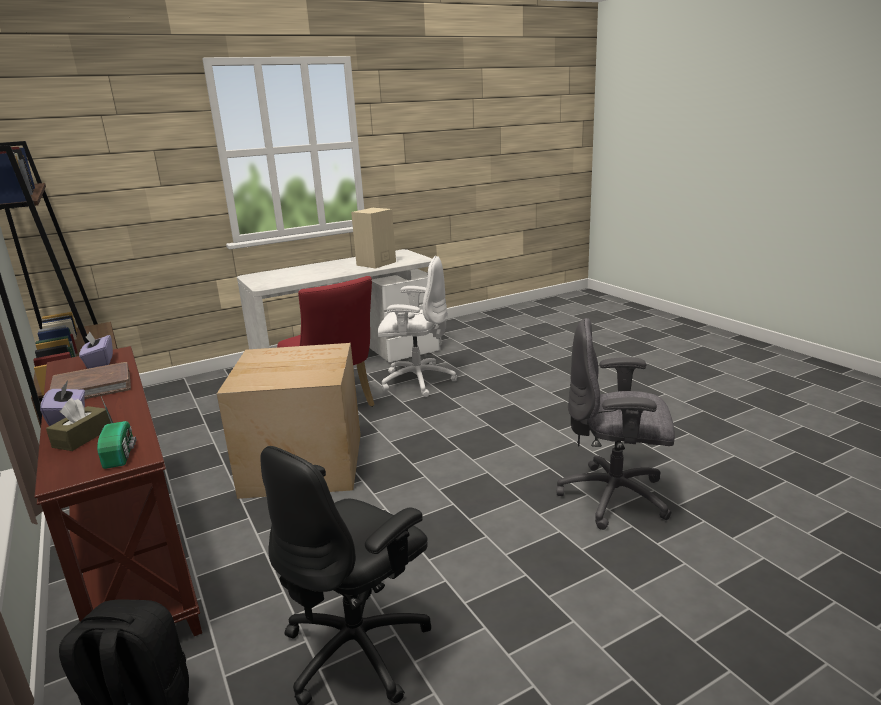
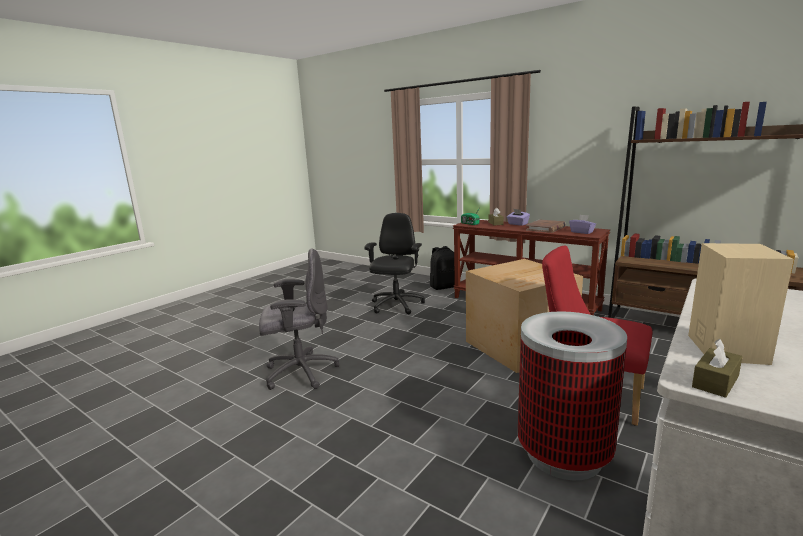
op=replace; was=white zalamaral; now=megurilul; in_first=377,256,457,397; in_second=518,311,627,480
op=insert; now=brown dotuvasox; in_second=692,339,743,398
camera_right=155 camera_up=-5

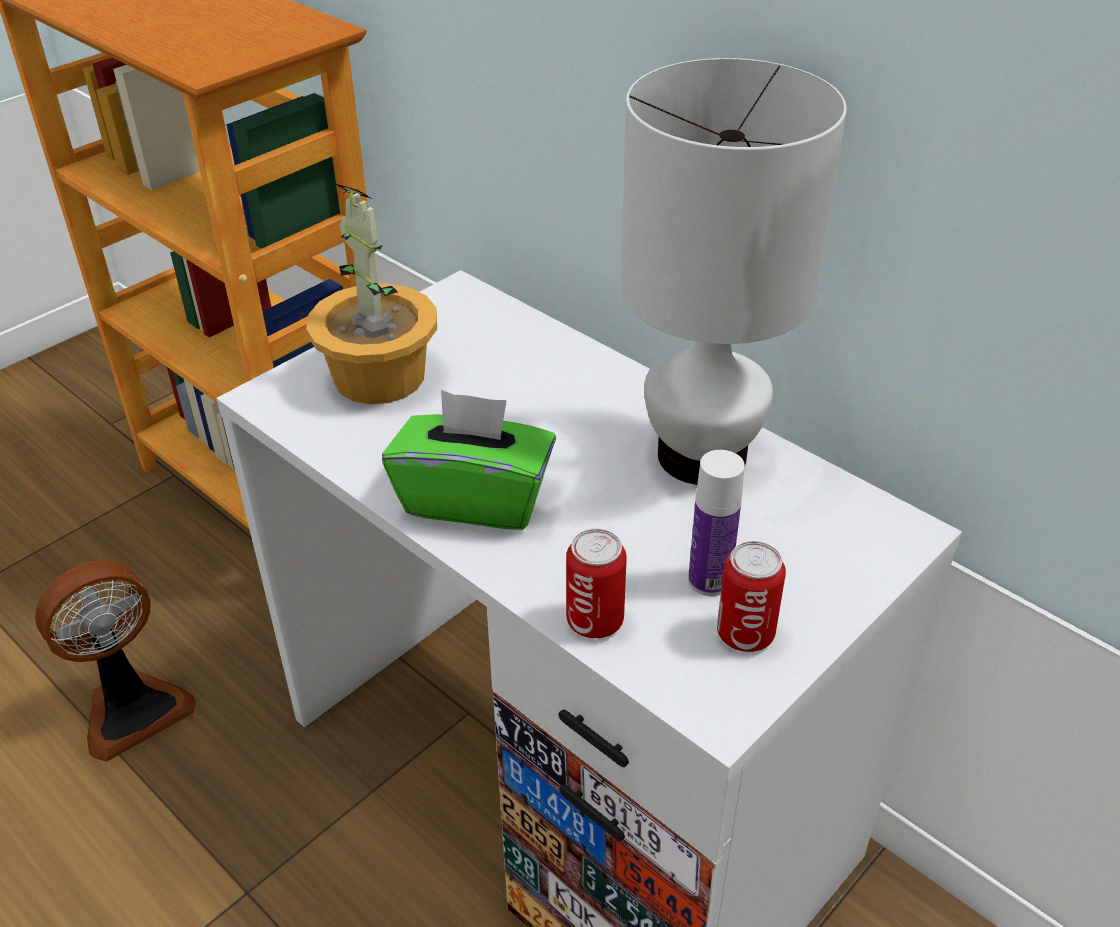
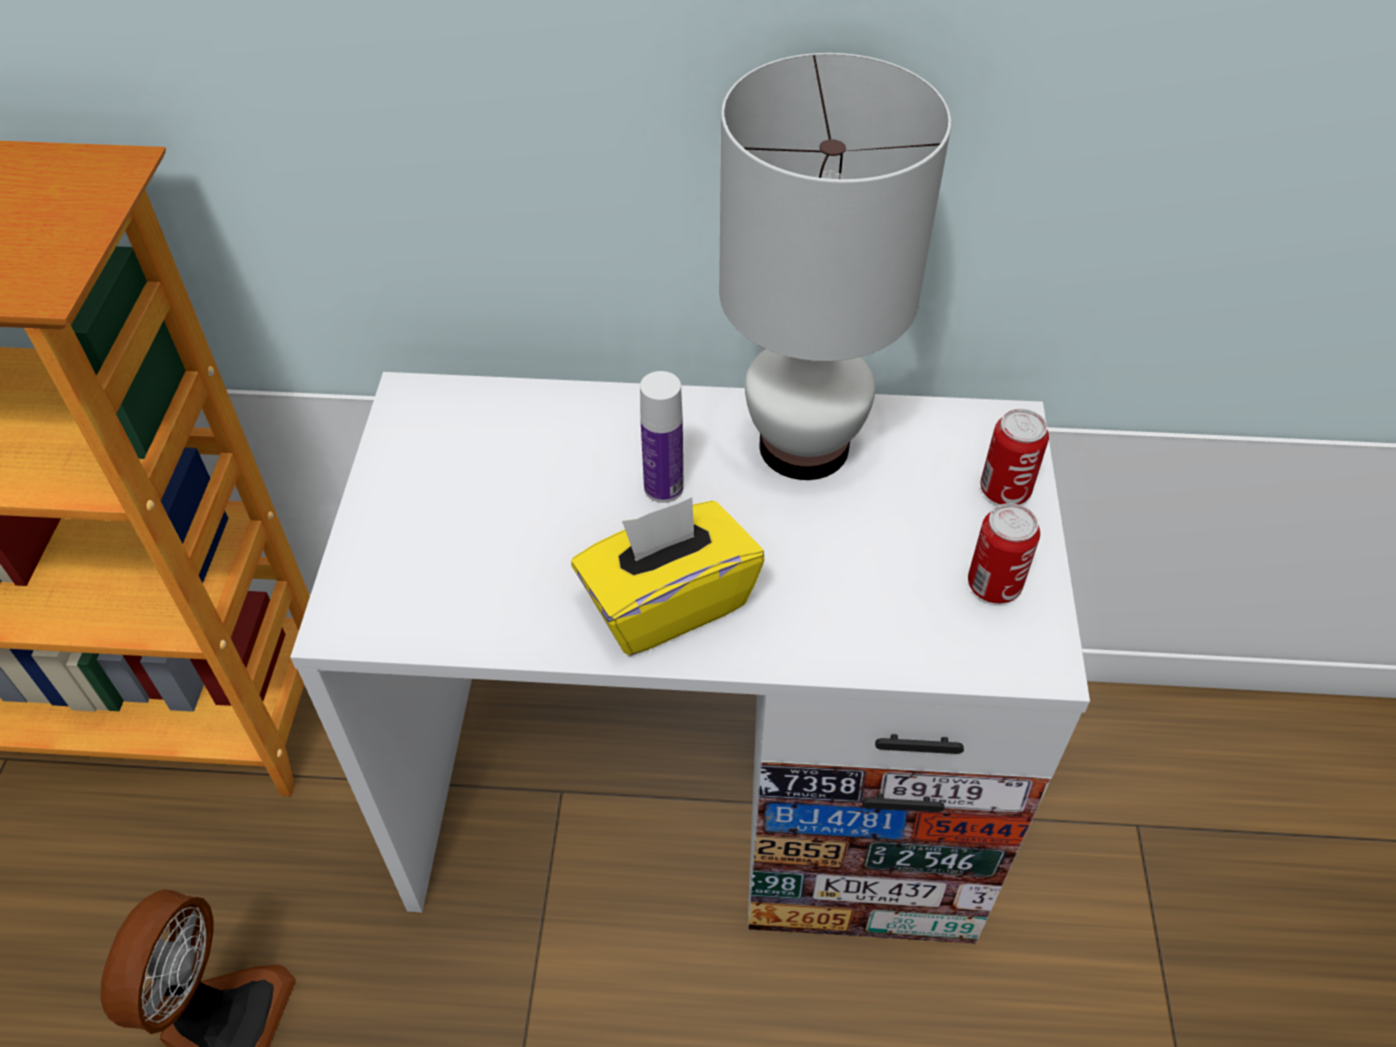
op=delete; was=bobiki; in_first=306,183,437,404
op=recolor; was=green dotuvasox; now=yellow dotuvasox; in_first=382,390,556,530; in_second=571,497,765,656
op=move; was=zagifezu; in_first=566,529,627,638; in_second=981,409,1049,505
op=move; was=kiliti; in_first=688,450,745,596; in_second=640,371,683,503
camera_right=-40 camera_up=10

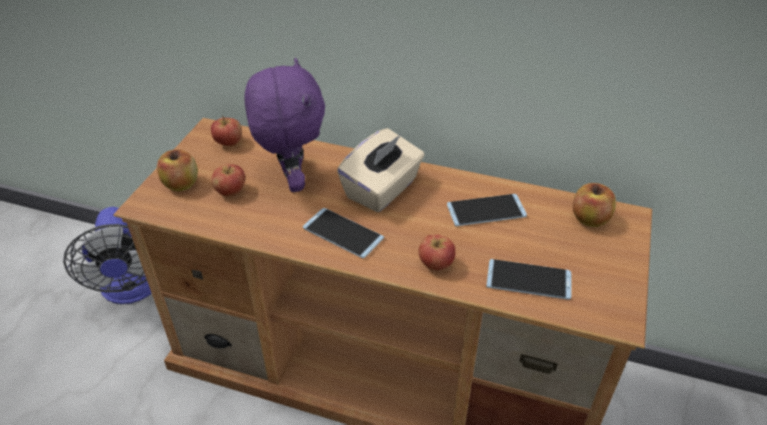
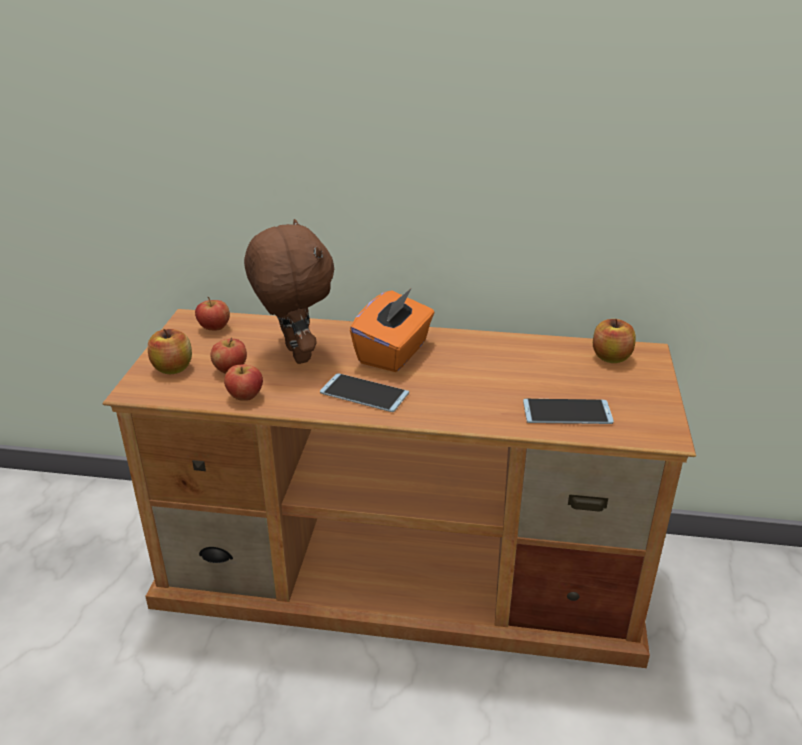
op=delete; was=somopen; in_first=63,207,152,304
op=recolor; was=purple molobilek; now=brown molobilek; in_first=245,58,325,192; in_second=244,219,334,364
op=recolor; was=beige dotuvasox; now=orange dotuvasox; in_first=337,128,425,212; in_second=350,289,434,372
op=move; was=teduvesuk; in_first=419,235,456,271; in_second=224,364,263,401
op=delete; was=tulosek; in_first=447,194,527,226
camera_right=-10 camera_up=-10

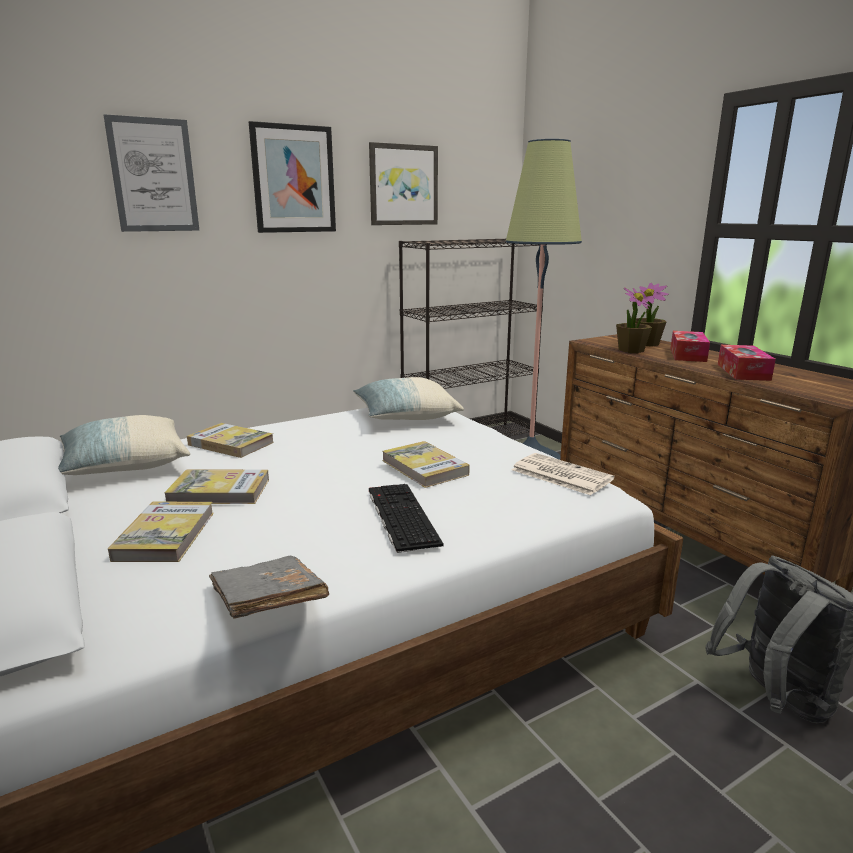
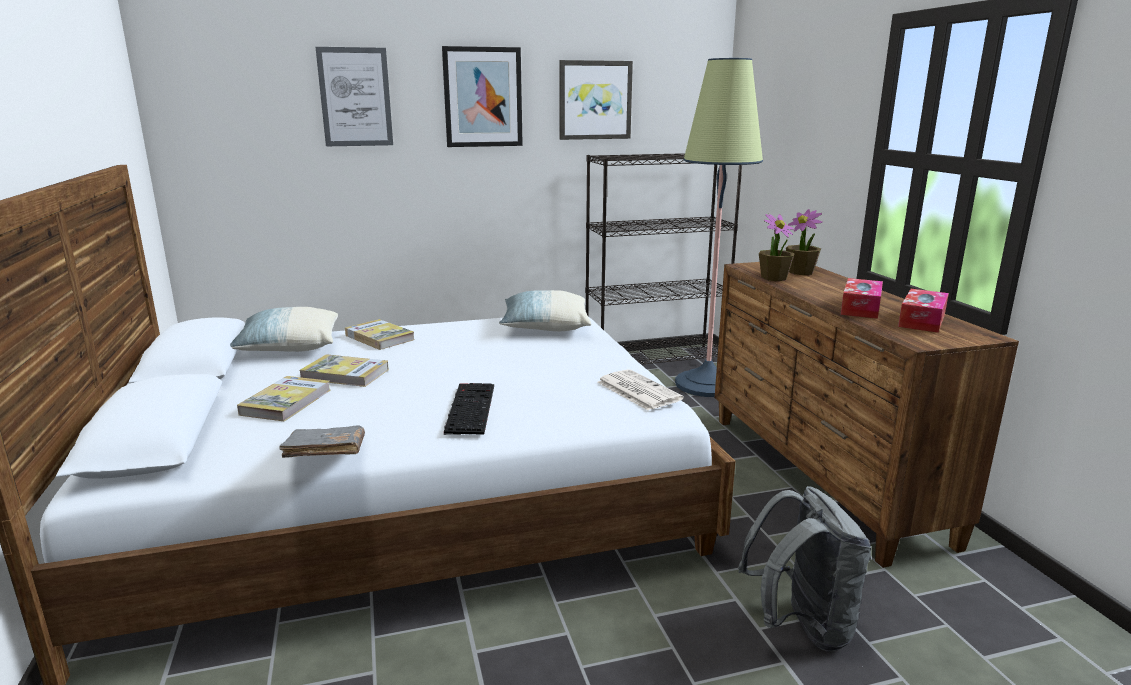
op=delete; was=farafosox; in_first=382,441,470,488
op=move; was=dotuvasox; in_first=670,331,710,362; in_second=898,289,949,333
camera_right=15 camera_up=0

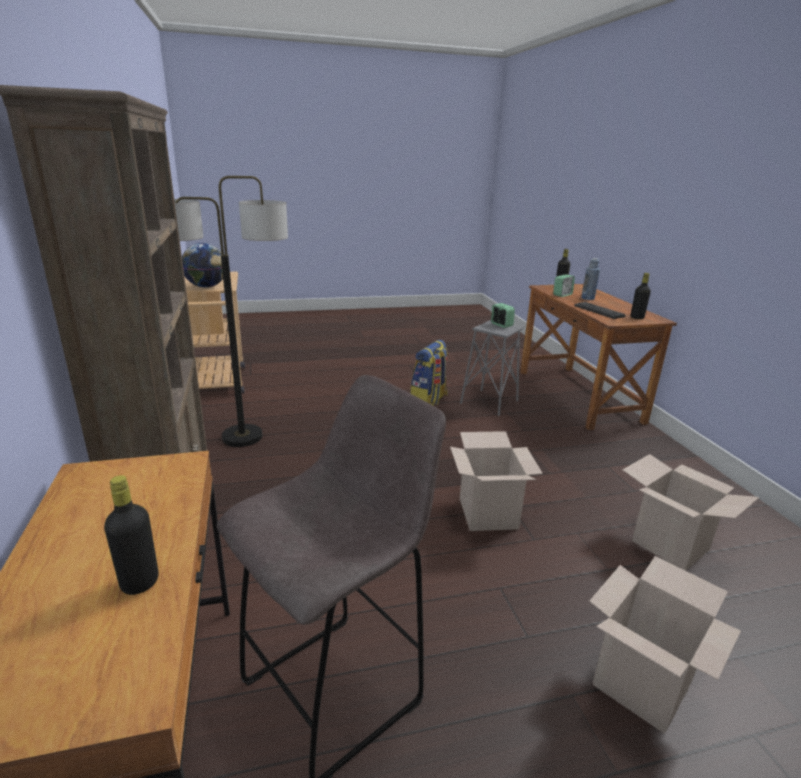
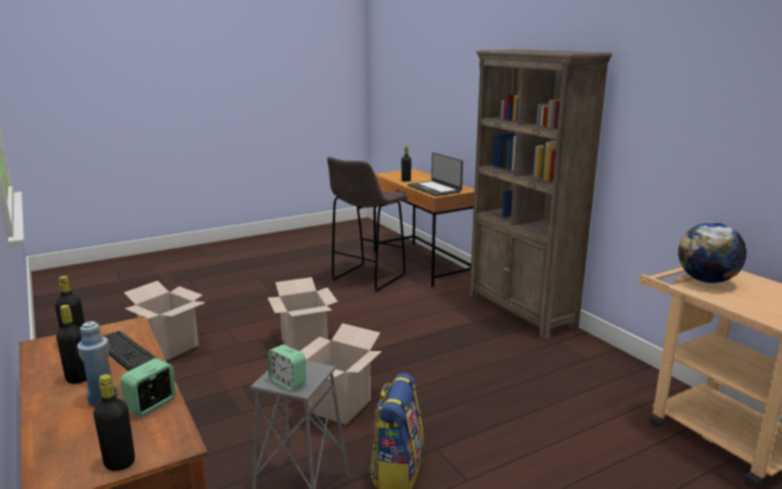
op=delete; was=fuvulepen; in_first=174,176,288,447
op=move; was=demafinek; in_first=589,556,741,733; in_second=299,323,382,425
op=insert; now=black kiliti; in_second=56,305,87,384
op=insert; now=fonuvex; in_second=408,152,463,196
camera_right=165 camera_up=-5

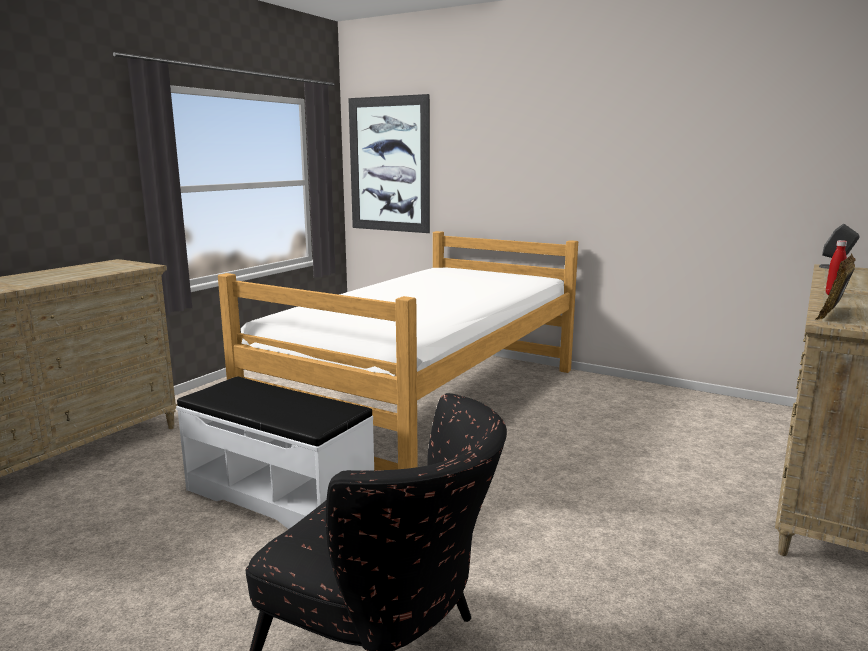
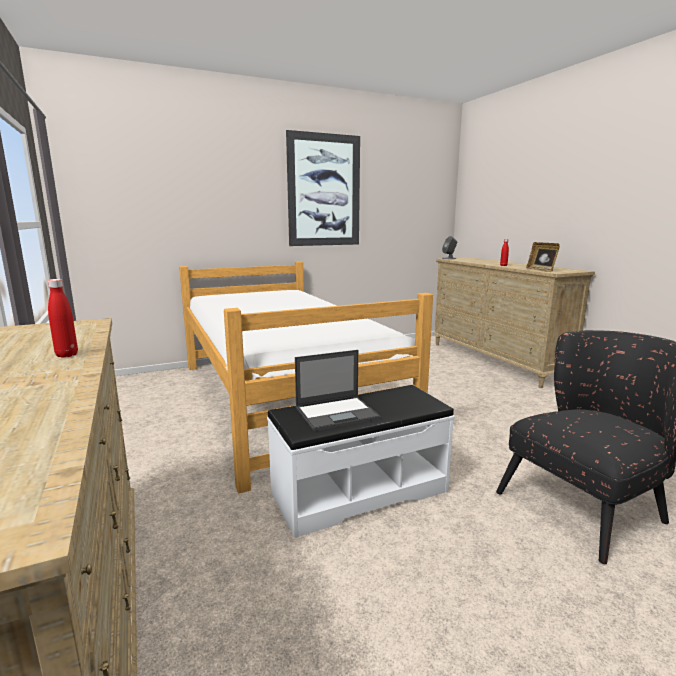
op=move; was=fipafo; in_first=348,94,430,233; in_second=286,130,360,246
op=insert; now=red kiliti; in_second=48,279,78,358
op=insert; now=fonuvex; in_second=295,350,380,431
camera_right=-55 camera_up=0

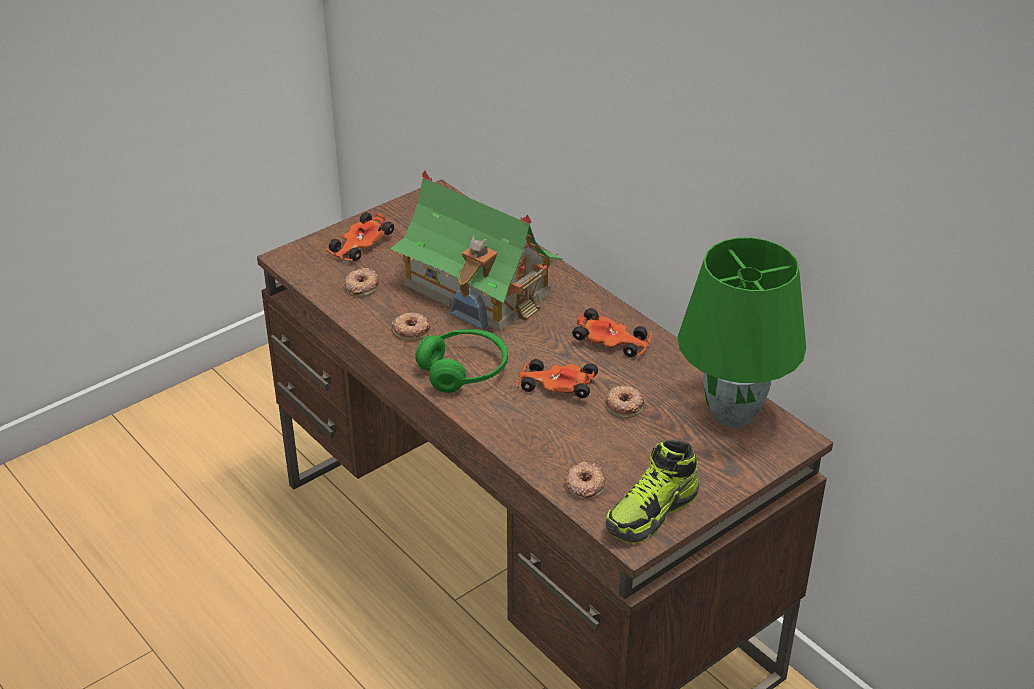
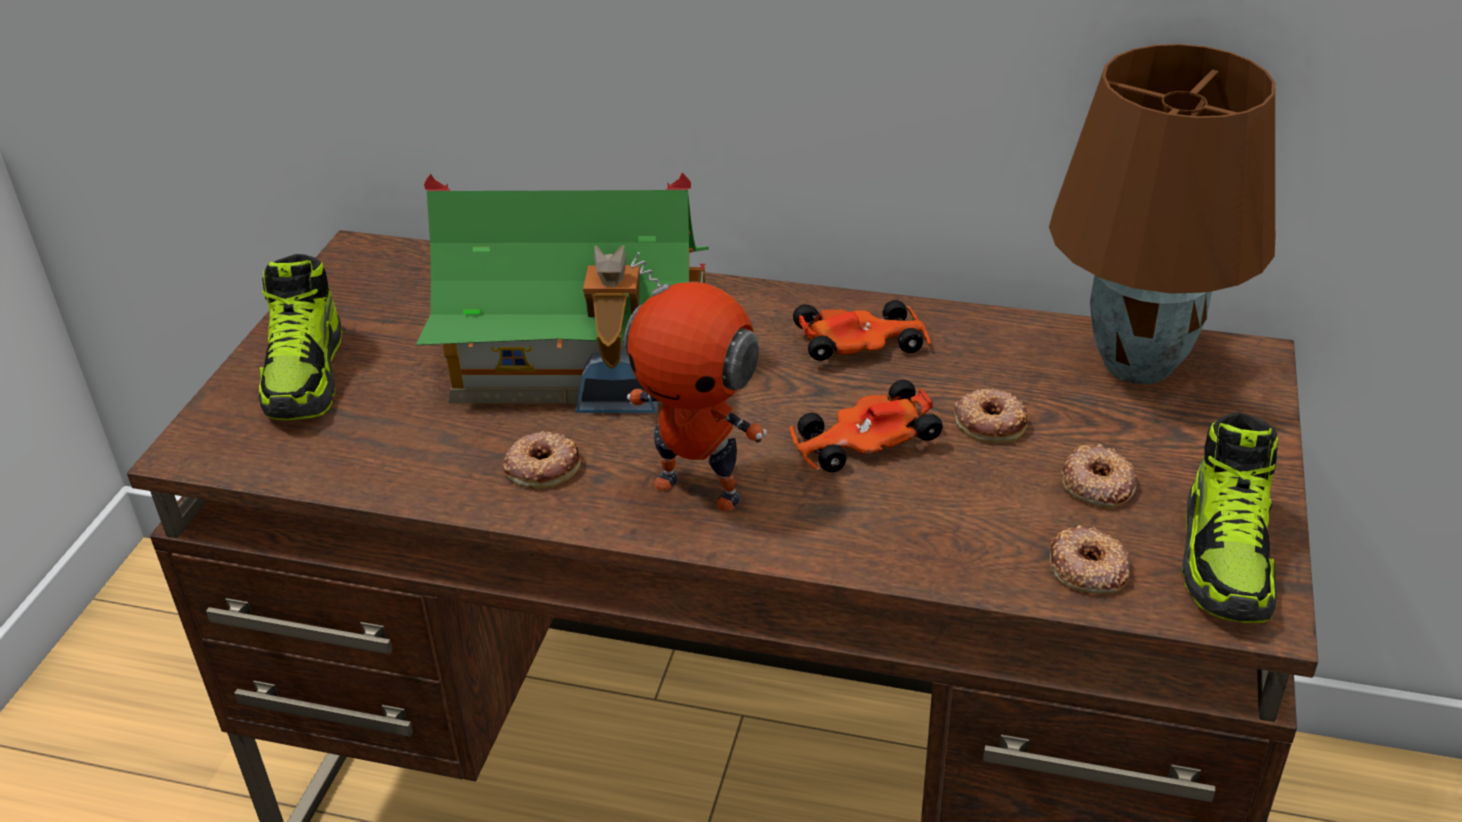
op=replace; was=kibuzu; now=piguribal; in_first=326,212,394,261; in_second=258,254,342,420
op=move; was=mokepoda; in_first=344,268,379,297; in_second=1061,444,1137,508
op=replace; was=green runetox; now=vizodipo; in_first=416,329,508,393; in_second=624,252,767,512
op=recolor; was=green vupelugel; now=brown vupelugel; in_first=678,237,806,427; in_second=1049,44,1275,384
camera_right=-35 camera_up=0

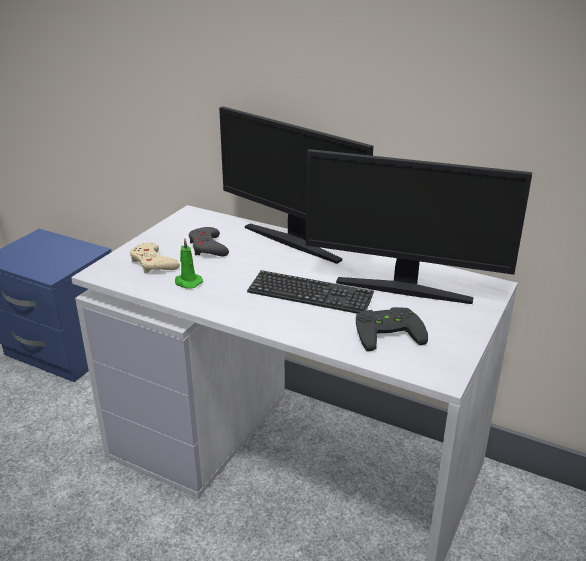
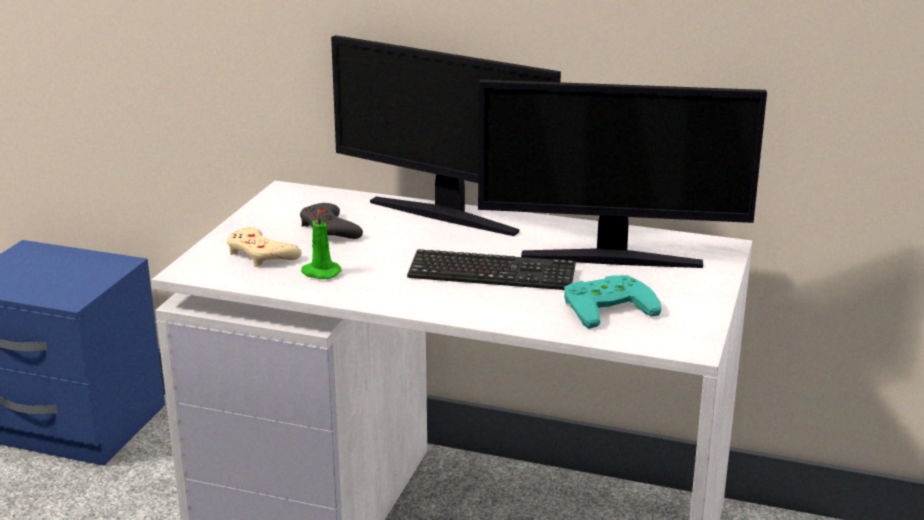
op=recolor; was=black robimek; now=turquoise robimek; in_first=356,307,428,351; in_second=564,275,661,329
camera_right=-10 camera_up=-5

